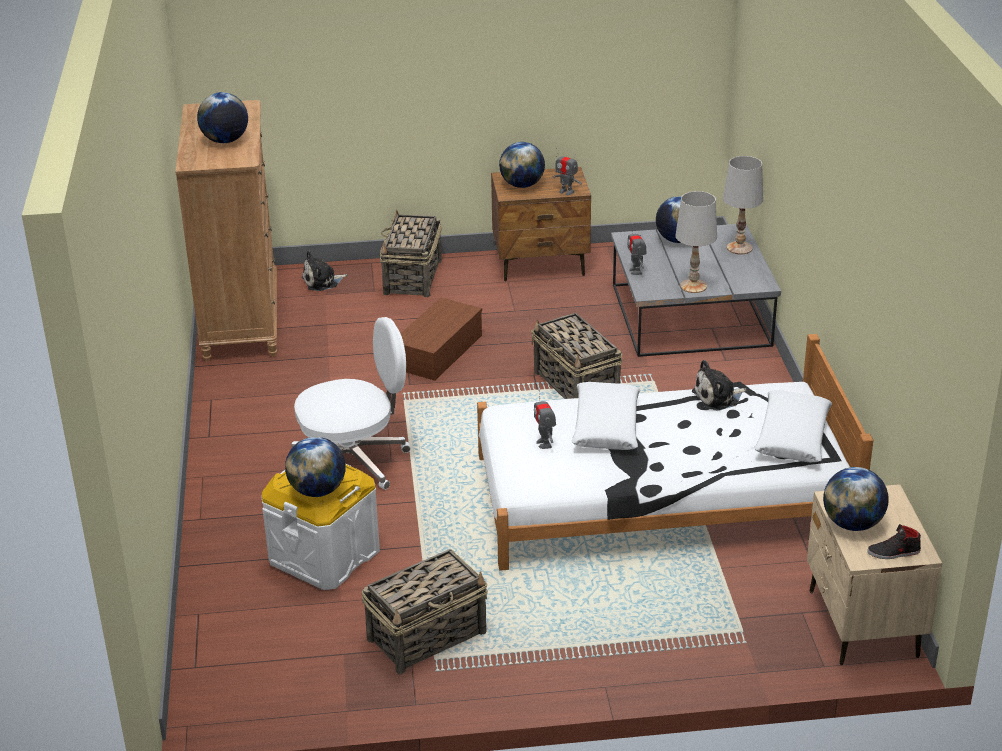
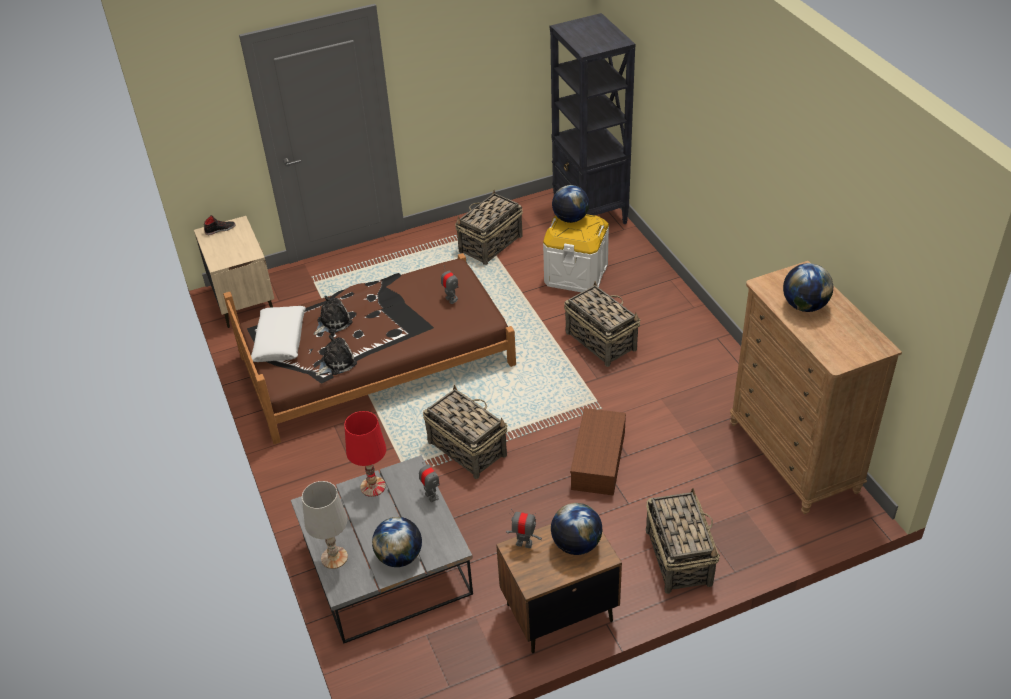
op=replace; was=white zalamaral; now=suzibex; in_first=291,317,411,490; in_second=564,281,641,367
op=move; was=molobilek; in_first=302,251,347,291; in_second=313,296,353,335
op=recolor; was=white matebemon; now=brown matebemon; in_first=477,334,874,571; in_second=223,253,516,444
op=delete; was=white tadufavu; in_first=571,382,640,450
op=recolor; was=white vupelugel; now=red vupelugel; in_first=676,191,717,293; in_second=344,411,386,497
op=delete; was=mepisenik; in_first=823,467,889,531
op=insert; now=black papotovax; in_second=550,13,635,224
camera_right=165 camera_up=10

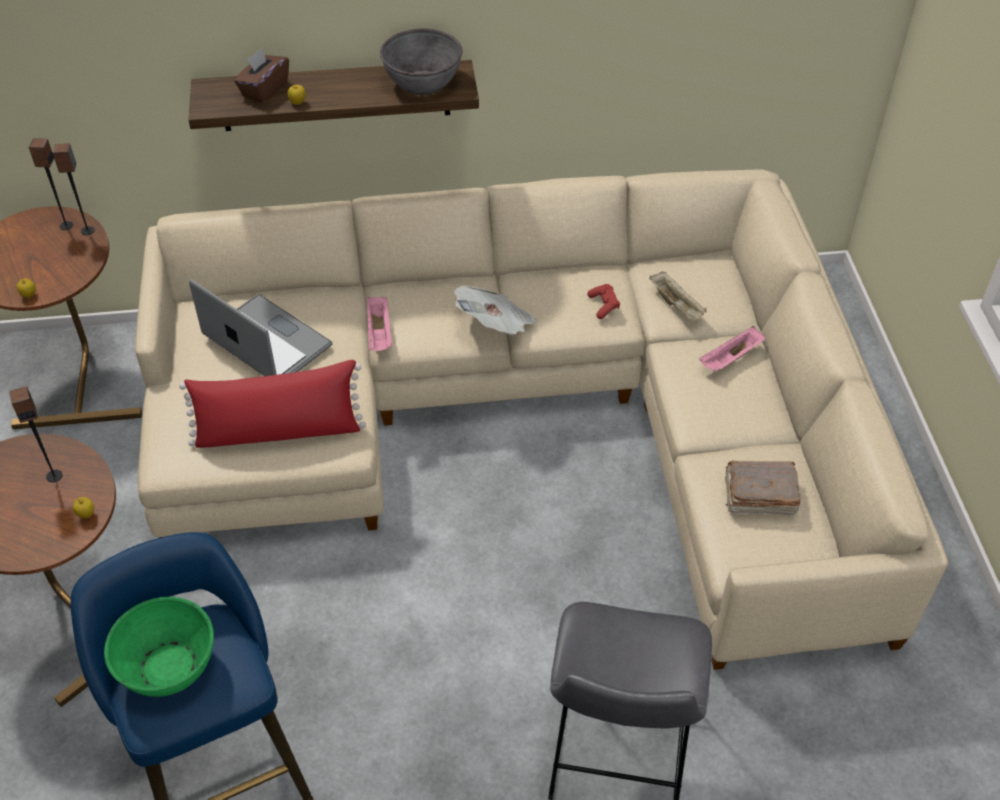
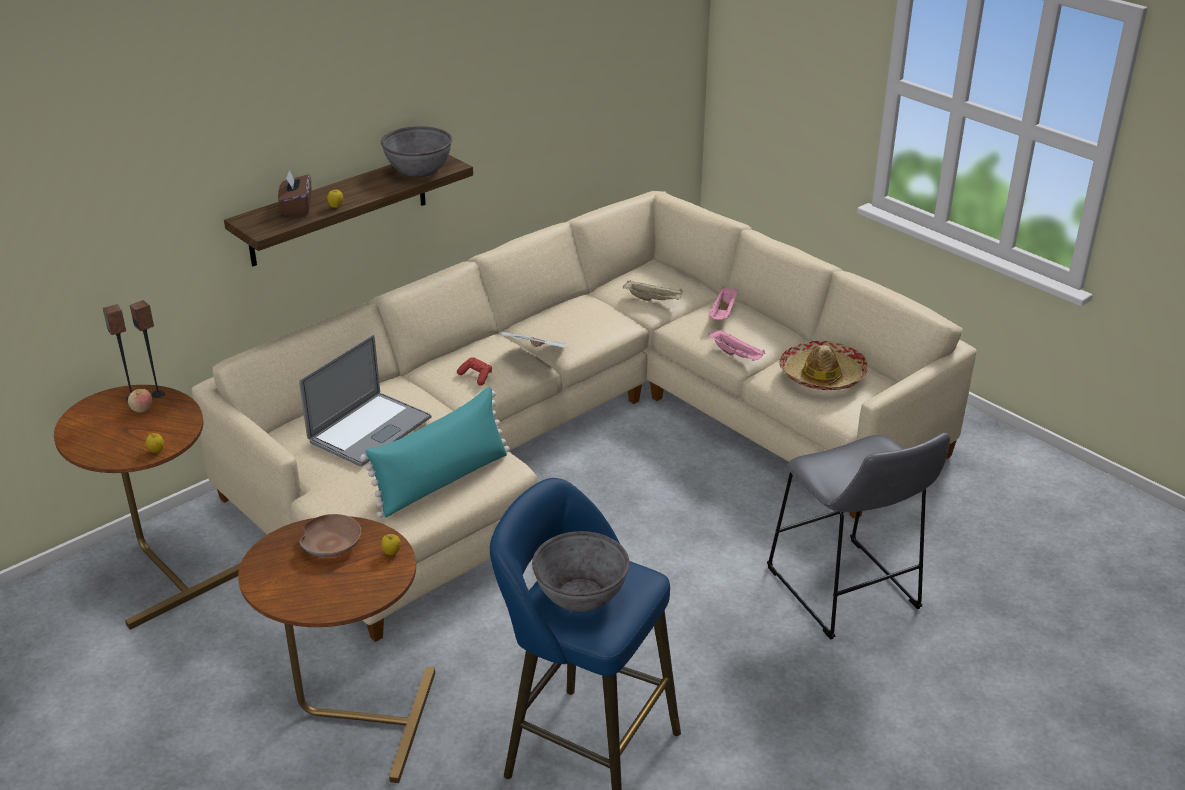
op=replace; was=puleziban; now=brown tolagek; in_first=9,386,63,482; in_second=299,514,361,557
op=recolor; was=green tolagek; now=grey tolagek; in_first=104,597,214,697; in_second=532,531,629,612
op=recolor; was=red tadufavu; now=turquoise tadufavu; in_first=179,360,366,448; in_second=360,387,510,518
op=rotate; was=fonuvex; in_first=189,279,332,376; in_second=299,335,432,467; clockwise=120
op=move; was=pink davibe; in_first=367,297,392,351; in_second=708,329,765,361
op=move; was=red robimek; in_first=587,284,620,319; in_second=457,357,492,386
op=replace; was=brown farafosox; now=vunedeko; in_first=725,461,800,515; in_second=779,341,868,390
op=insert; now=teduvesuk; in_second=128,389,152,413
camera_right=-35 camera_up=-15

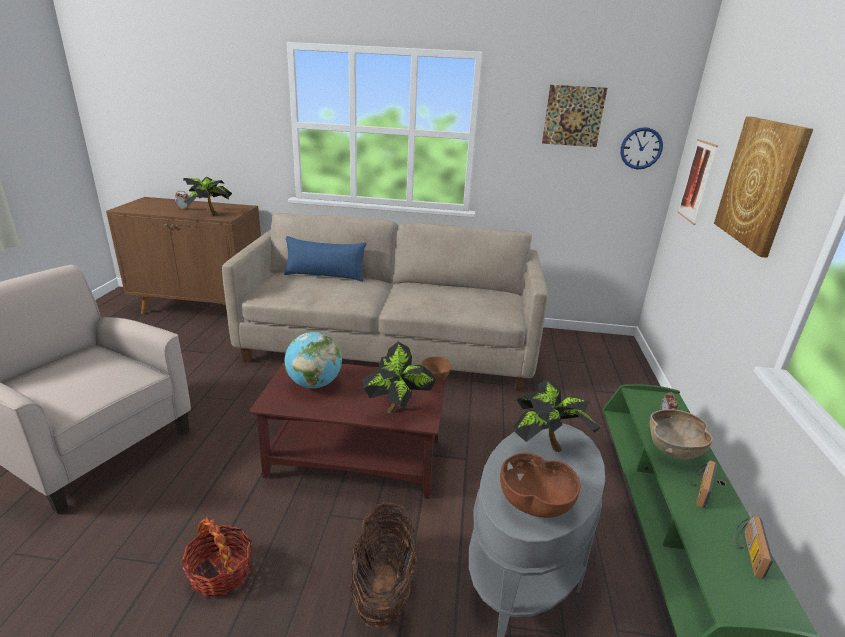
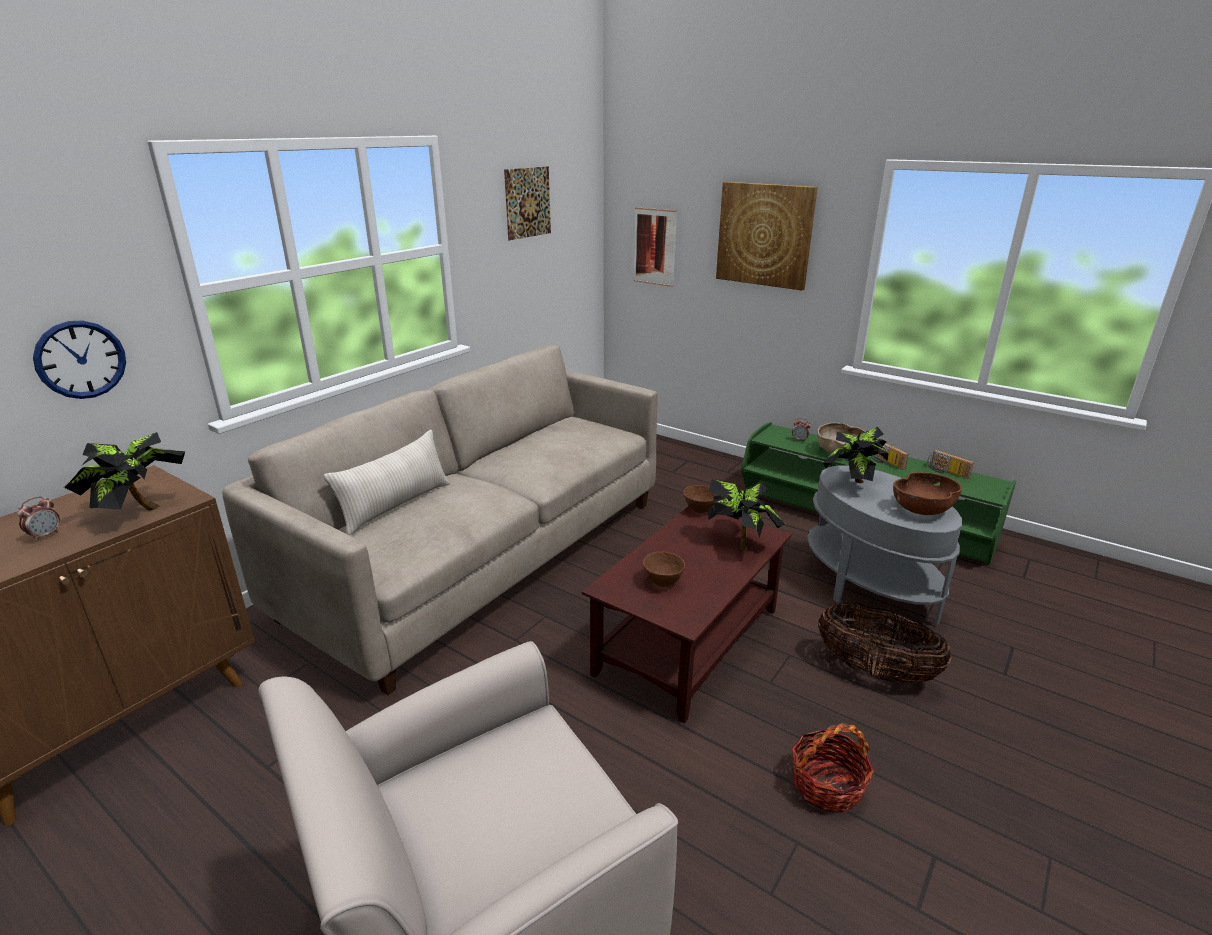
op=recolor; was=blue tadufavu; now=beige tadufavu; in_first=284,236,366,282; in_second=324,430,450,535
op=replace; was=mepisenik; now=brown tolagek; in_first=284,332,342,388; in_second=643,551,685,587
op=move; was=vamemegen; in_first=620,127,663,169; in_second=33,320,126,399
camera_right=-60 camera_up=0

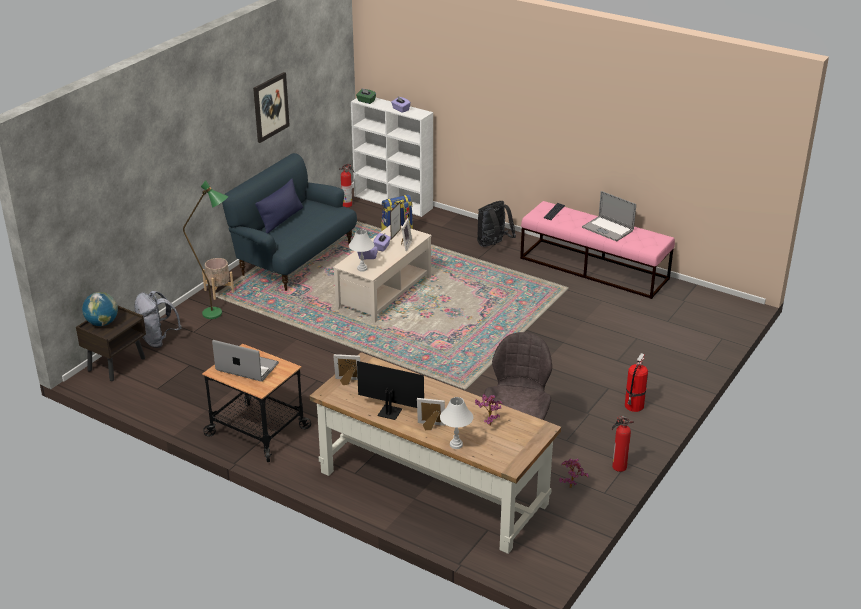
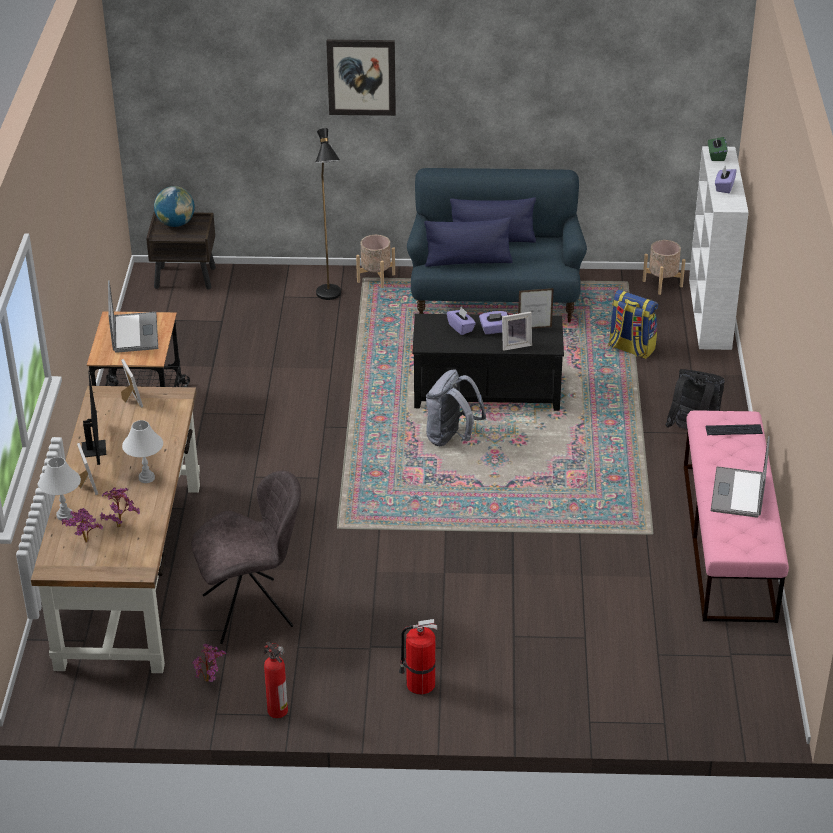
op=move; was=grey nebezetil; in_first=135,291,182,348; in_second=426,369,486,446
op=recolor; was=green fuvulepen; now=black fuvulepen; in_first=183,180,229,319; in_second=315,128,341,300
op=move; was=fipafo; in_first=253,72,290,143; in_second=326,40,396,116
op=recolor; was=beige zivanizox; now=black zivanizox; in_first=333,226,432,323; in_second=412,314,564,411
op=replace; was=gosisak; now=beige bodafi; in_first=339,163,354,207; in_second=643,240,685,295
op=move; was=white vupelugel; in_first=349,229,374,272; in_second=122,420,163,483
op=insert; now=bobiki; in_second=62,508,103,542
op=insert; now=blue tadufavu; in_second=424,217,513,267
camera_right=60 camera_up=5

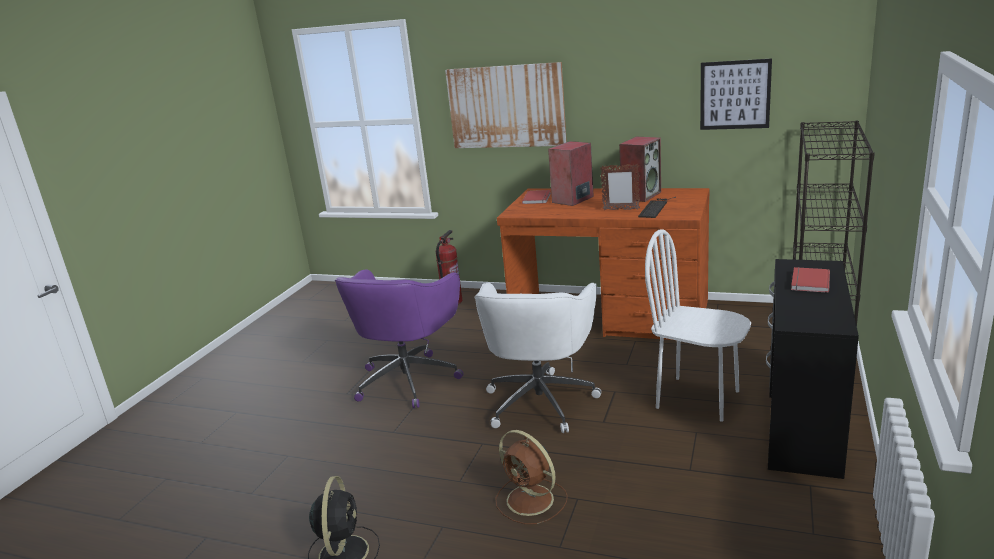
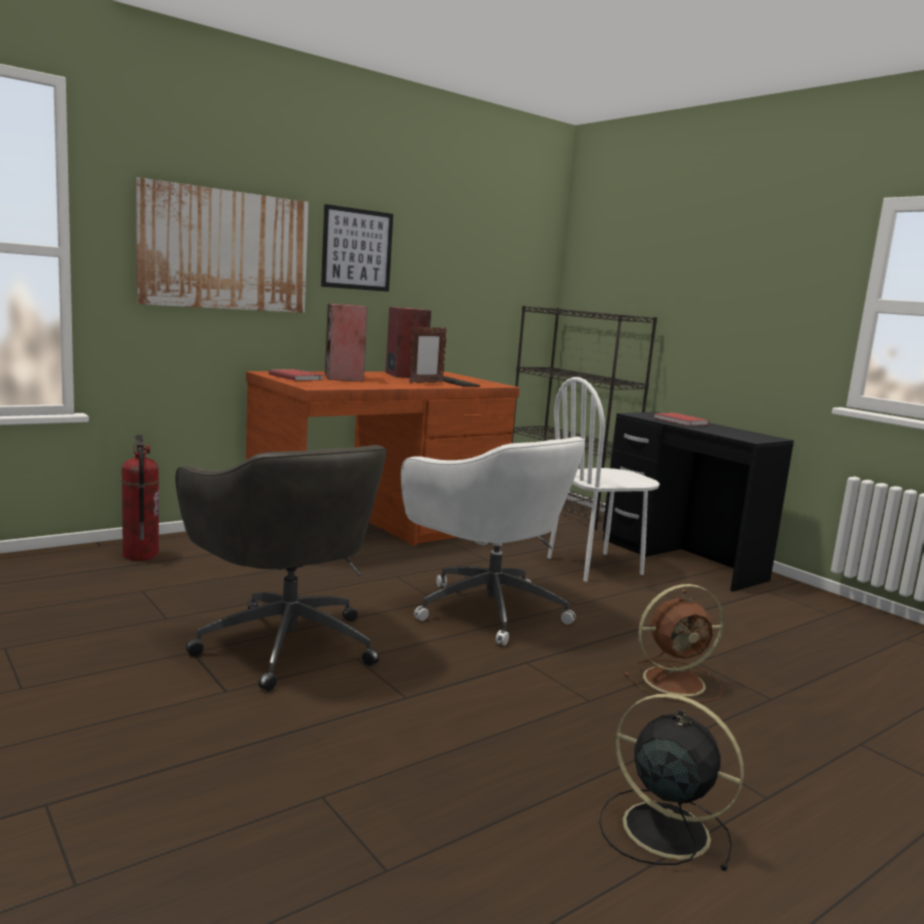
op=recolor; was=purple zalamaral; now=grey zalamaral; in_first=335,269,464,408; in_second=176,445,387,691
op=move; was=fipafo; in_first=700,59,772,130; in_second=321,204,393,292
camera_right=-60 camera_up=-10

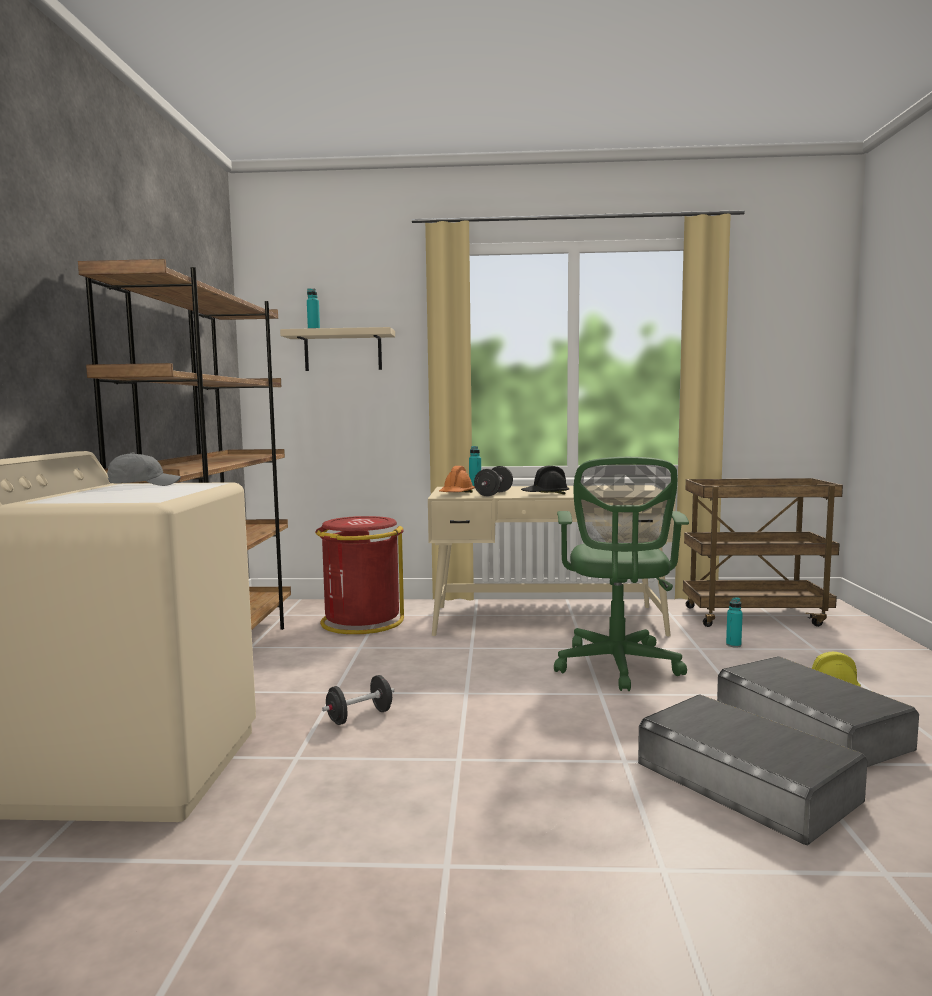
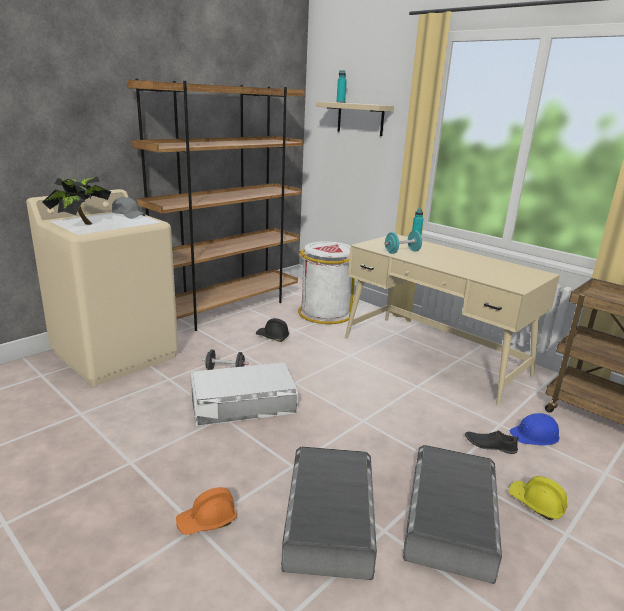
op=recolor; was=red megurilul; now=white megurilul; in_first=315,516,404,634; in_second=298,241,355,324
op=move; was=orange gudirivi; in_first=439,466,475,493; in_second=176,487,237,535
op=recolor; was=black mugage; now=turquoise mugage; in_first=474,466,513,496; in_second=384,231,422,254
op=move; was=black gudirivi; in_first=521,466,569,495; in_second=256,318,290,342
op=delete; was=green zalamaral; in_first=554,457,689,691
op=replace; was=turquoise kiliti; now=blue gudirivi; in_first=726,597,743,647; in_second=510,413,560,445
op=insert; now=bobiki; in_second=42,176,111,225
op=insert; now=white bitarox; in_second=191,363,298,426
op=insert; now=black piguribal; in_second=465,430,518,454
camera_right=40 camera_up=15

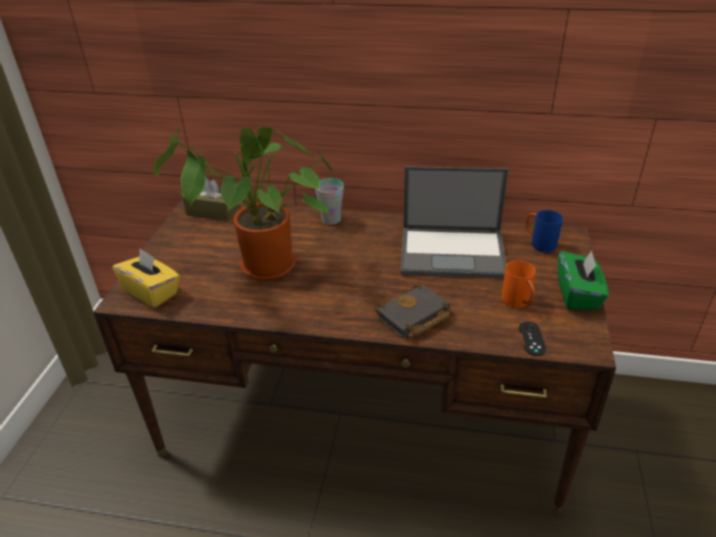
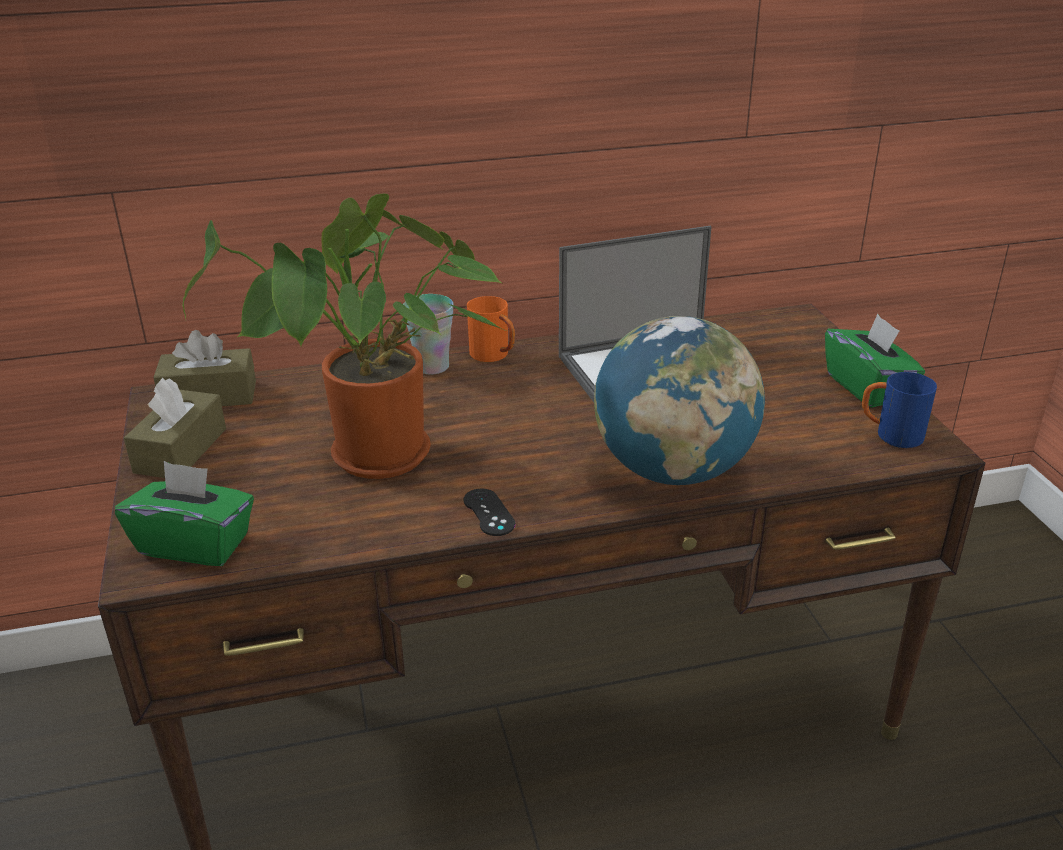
op=recolor; was=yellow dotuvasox; now=green dotuvasox; in_first=112,249,180,308; in_second=115,461,254,566
op=replace; was=black farafosox; now=mepisenik; in_first=374,284,453,339; in_second=594,316,765,485
op=move; was=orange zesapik; in_first=502,260,535,308; in_second=467,296,515,362
op=move; was=black robimek; in_first=519,322,546,356; in_second=463,489,515,536
op=move; was=blue zesapik; in_first=526,210,563,252; in_second=862,372,937,448
op=insert; now=brown dotuvasox; in_second=124,378,226,478
camera_right=-25 camera_up=-5

